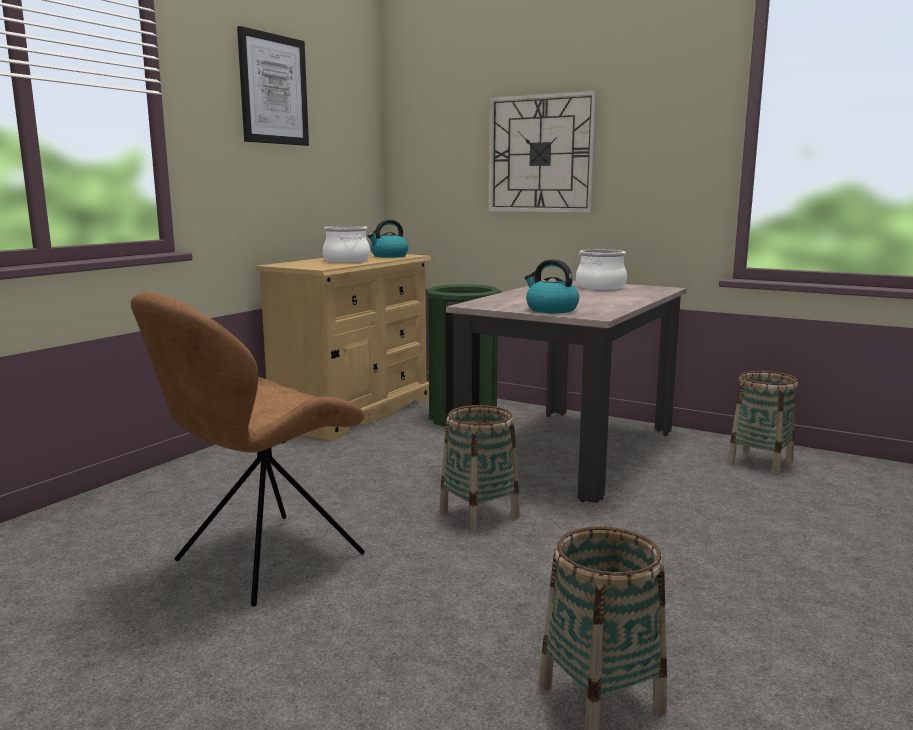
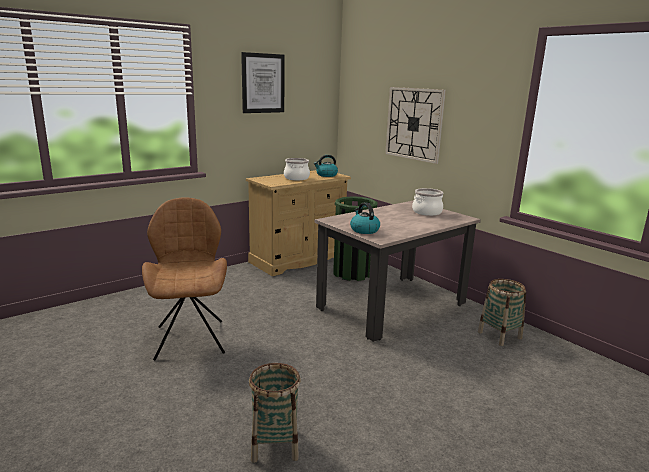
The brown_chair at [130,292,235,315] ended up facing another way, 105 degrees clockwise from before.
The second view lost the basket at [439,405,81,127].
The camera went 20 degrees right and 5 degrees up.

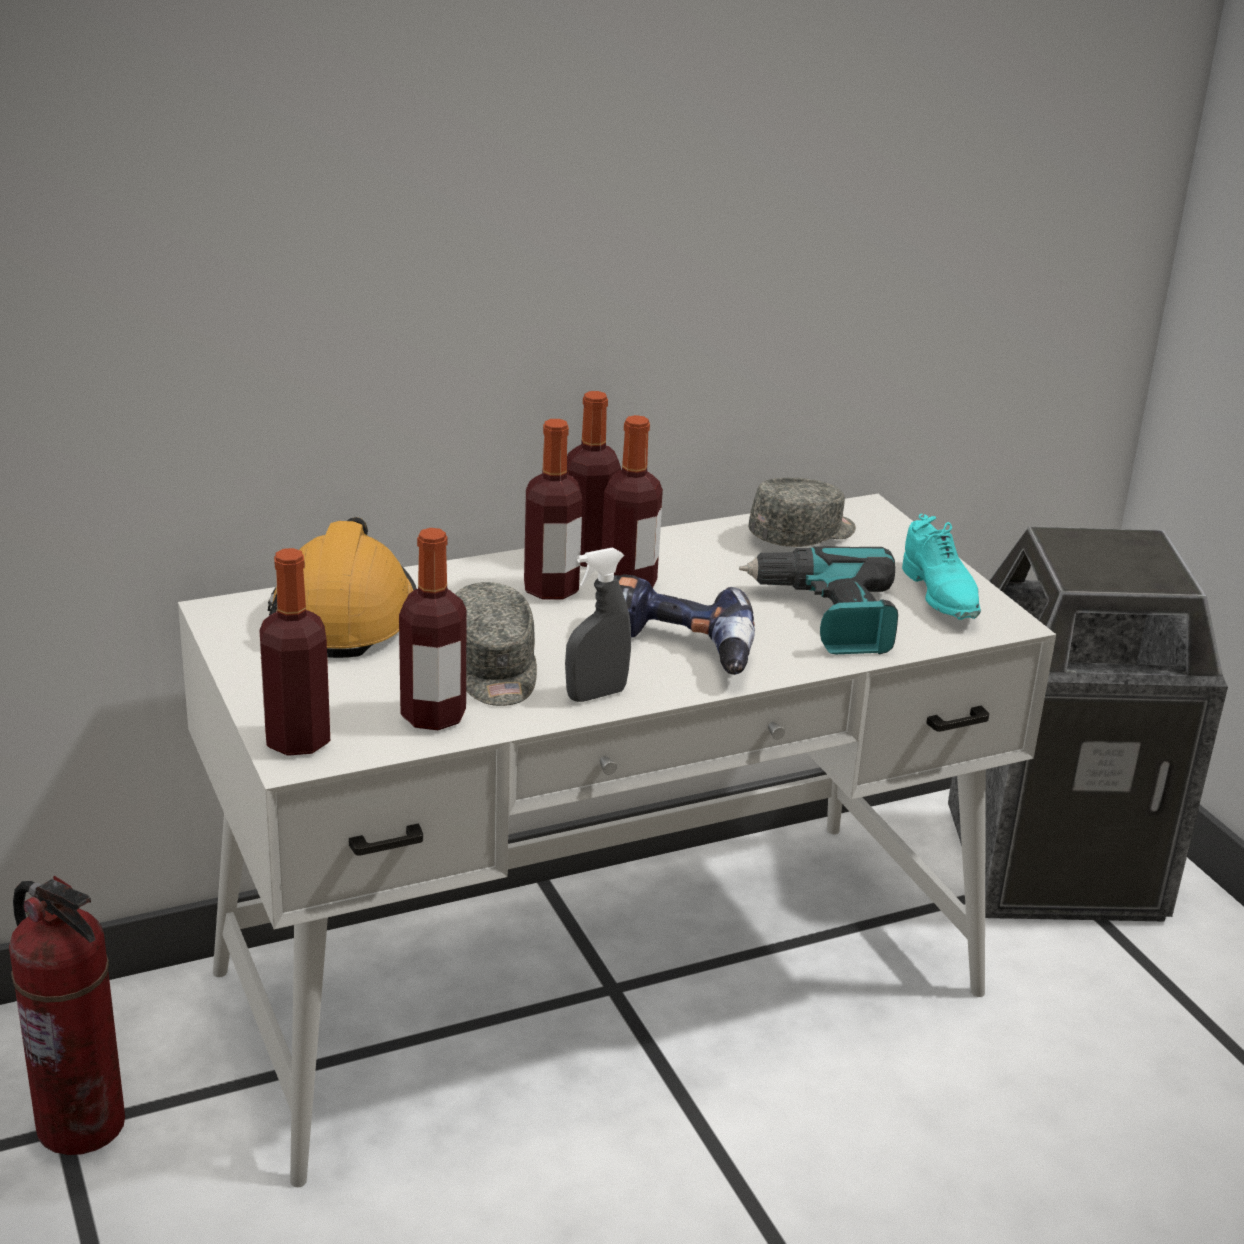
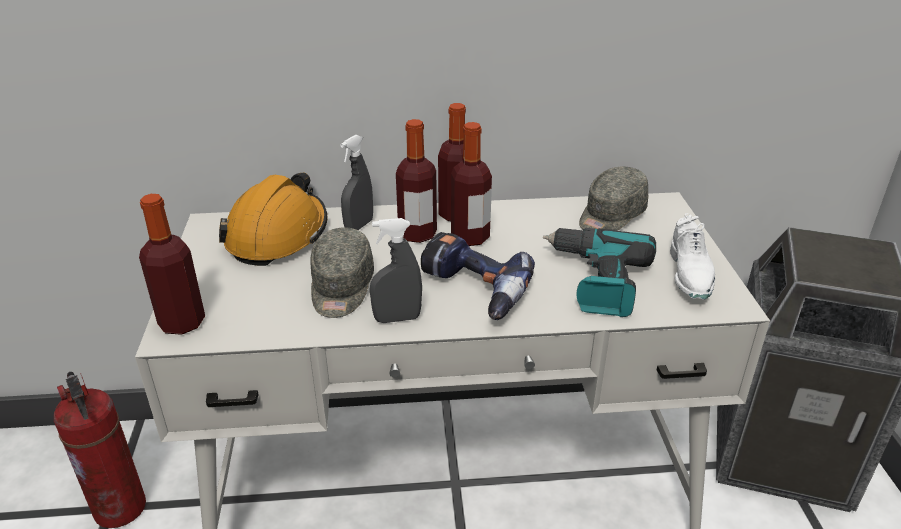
The second view gained the grey_spray_bottle at [340,135,33,95].
The grey_cap at [748,478,108,69] ended up facing another way, 150 degrees clockwise from before.
What was the turquoise_shoe at [902,514,79,106] turned into the white_shoe at [670,213,45,87].
The second view lost the bottle at [399,528,68,202].
The camera went 20 degrees right and 5 degrees up.

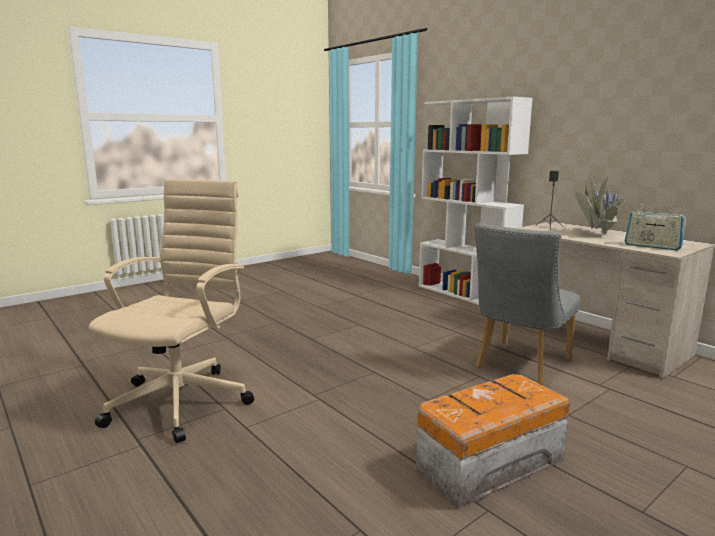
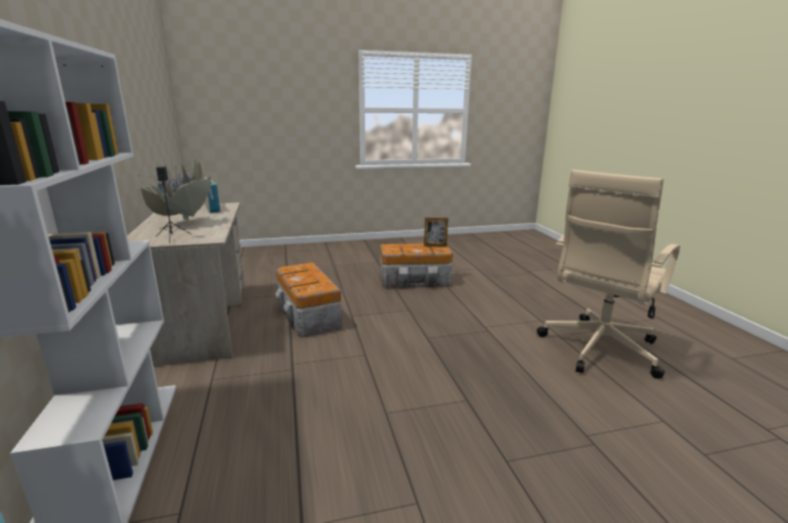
Where the grey_chair stood at [475,223,105,162], the storage_box came to stand at [275,262,67,75].
The second view gained the picture_frame at [424,218,24,28].
The camera went 155 degrees left and 5 degrees up.

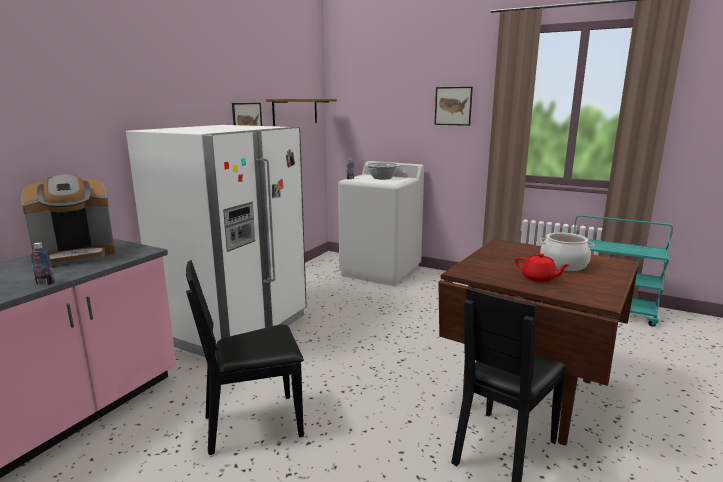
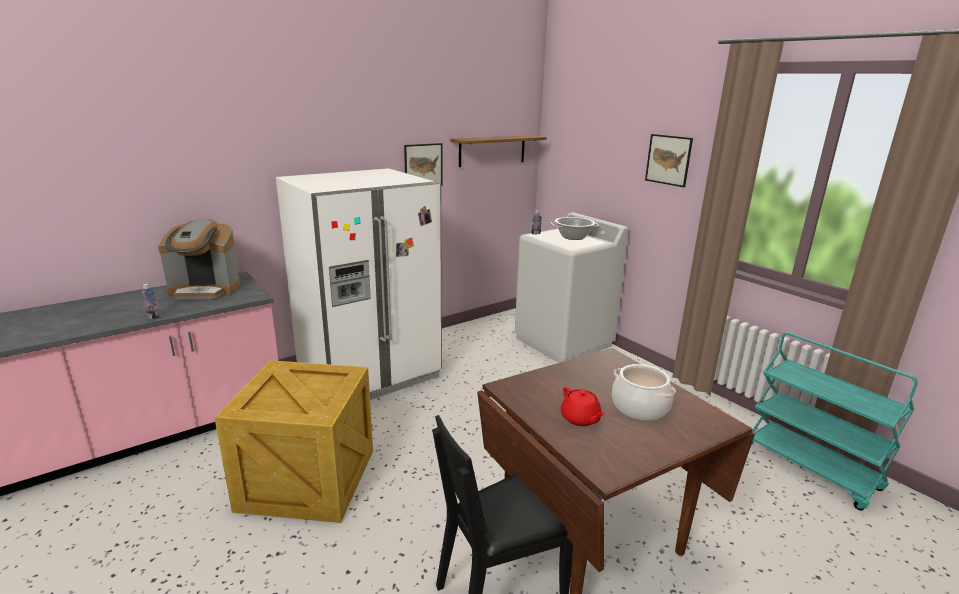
Where the black_chair stood at [186,260,118,195], the crate came to stand at [214,360,159,163].
The camera went 25 degrees right and 5 degrees up.

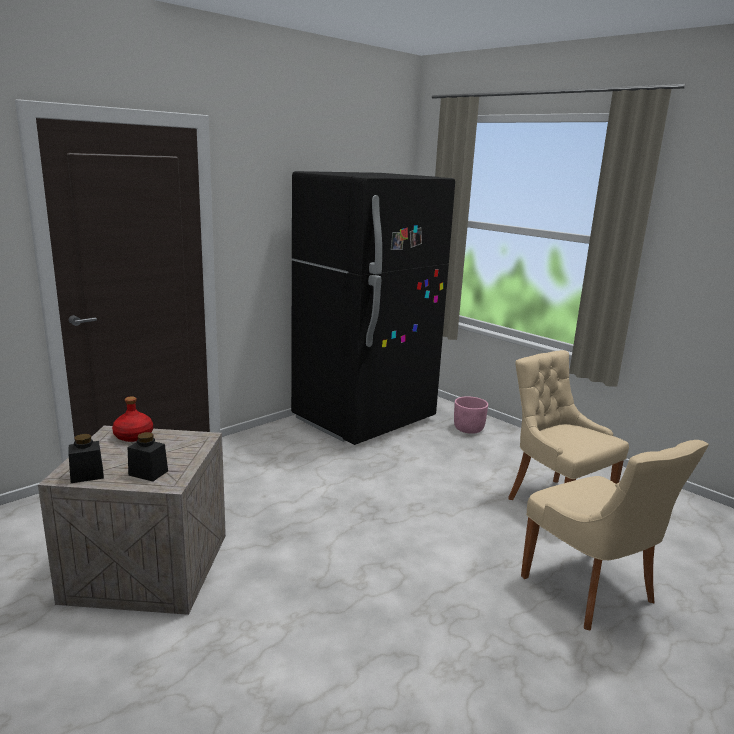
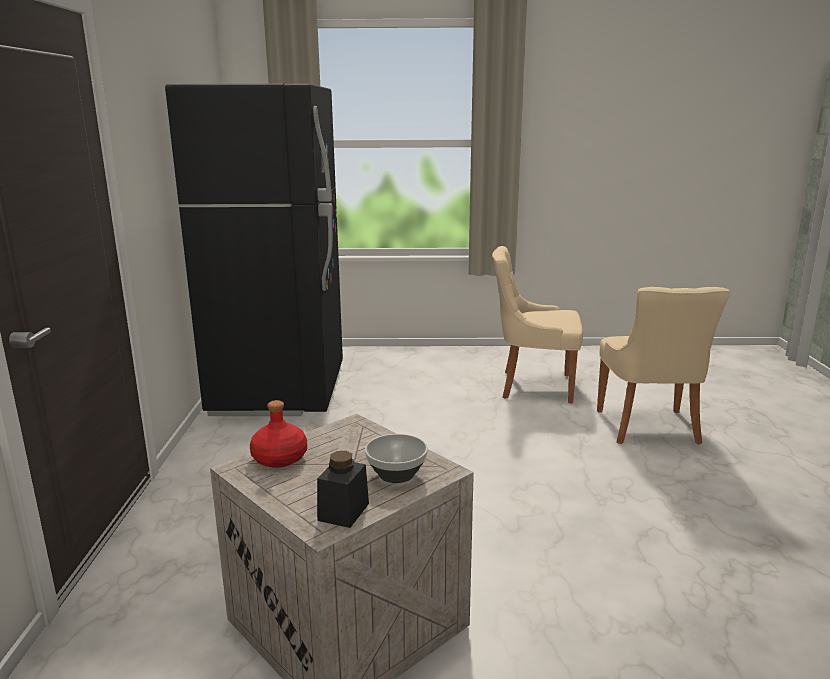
Where the black_jar stood at [128,432,40,49], the bowl came to stand at [365,434,63,49].
The beige_chair at [521,440,188,190] ended up facing another way, 75 degrees clockwise from before.
The second view lost the pink_planter at [454,396,34,38].
The camera went 45 degrees left and 0 degrees up.

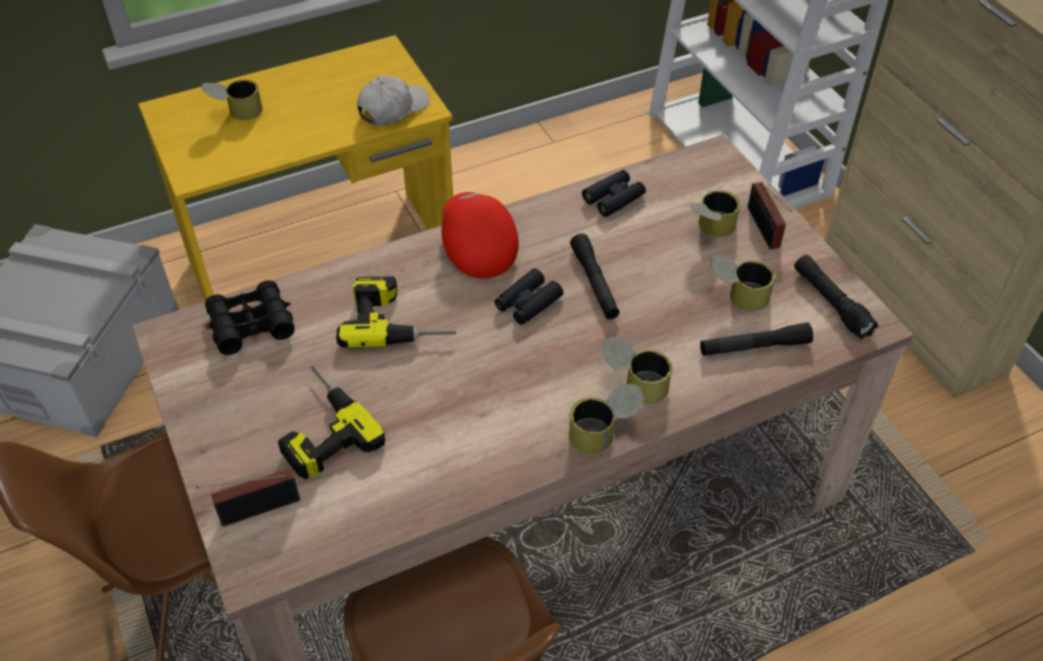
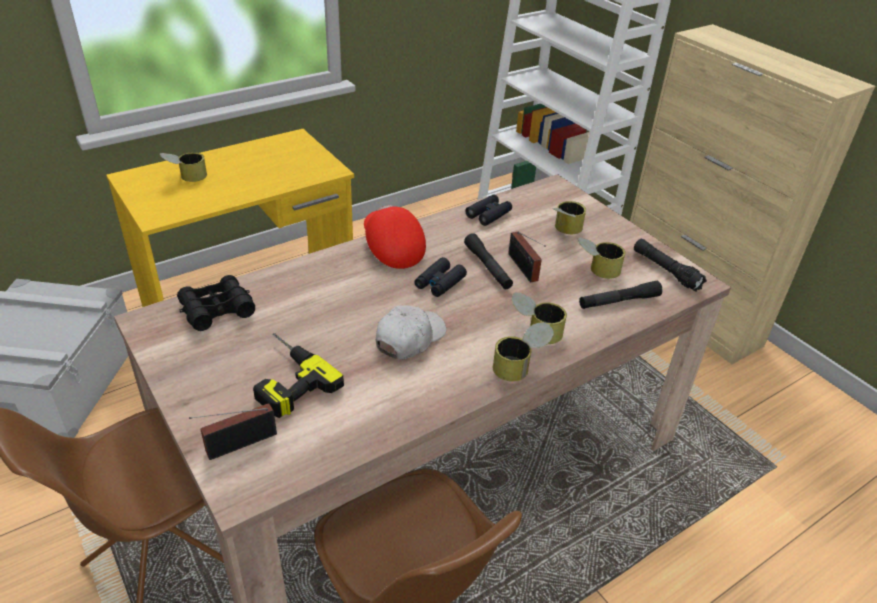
The white_cap ended up elsewhere, having gone from [357,76,72,50] to [376,305,70,54].
The radio ended up elsewhere, having gone from [748,182,43,67] to [508,231,38,52].
The second view lost the power_drill at [336,276,120,72].
The camera went 10 degrees left and 10 degrees down.

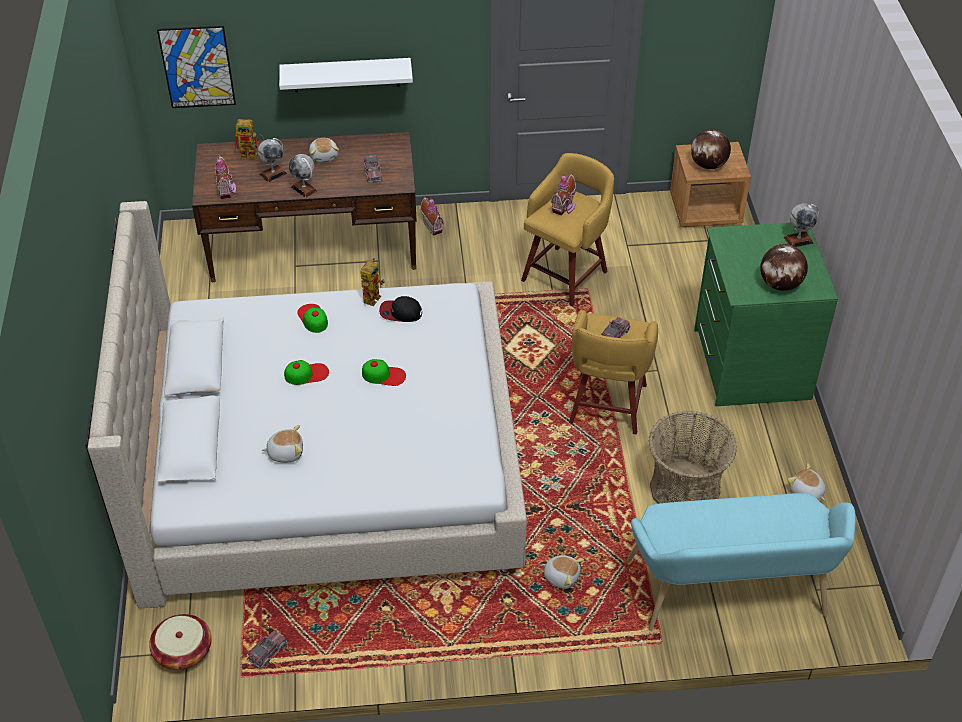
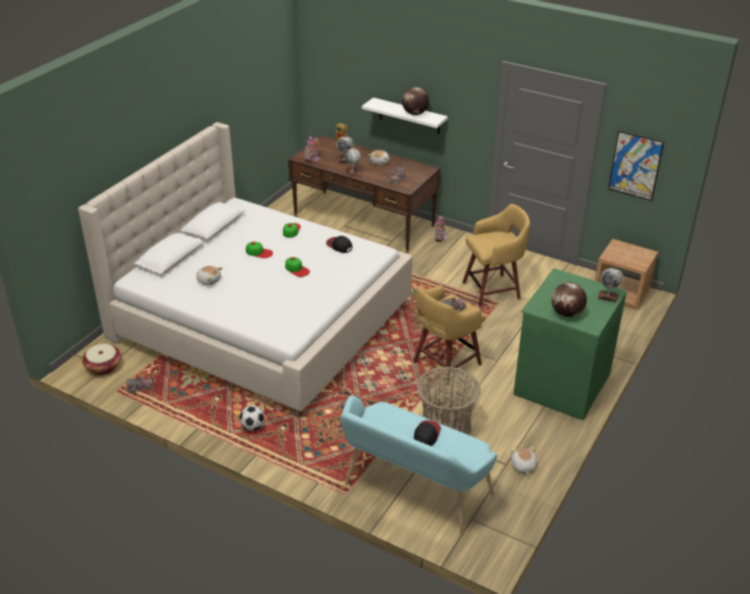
The second view gained the football at [240,406,25,25].
The globe ended up elsewhere, having gone from [691,129,40,40] to [402,87,27,28].
The second view gained the cap at [414,420,27,26].
The picture ended up elsewhere, having gone from [157,26,79,82] to [608,131,56,70].
The second view lost the toy_robot at [360,258,25,48].
The second view lost the plush_toy at [541,555,43,34].
The second view lost the toy_house at [551,173,25,43].
The camera went 35 degrees right and 10 degrees down.

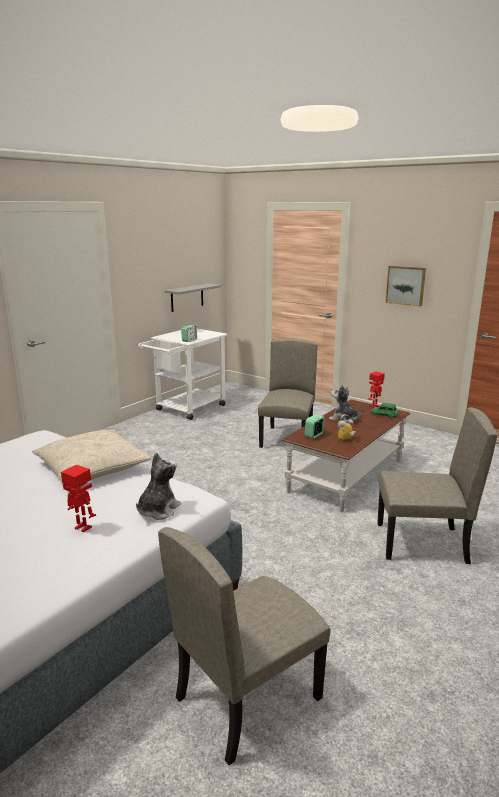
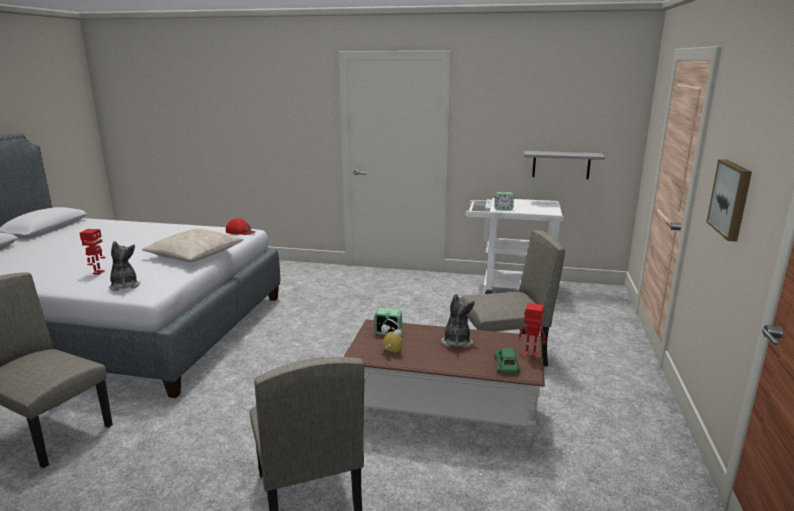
The plush_toy at [136,453,45,67] ended up facing another way, 120 degrees counterclockwise from before.
The second view gained the red_cap at [226,218,29,17].
The camera went 65 degrees right and 0 degrees up.

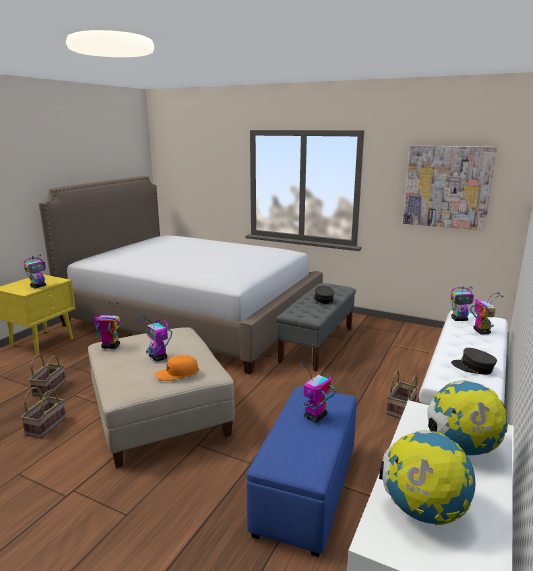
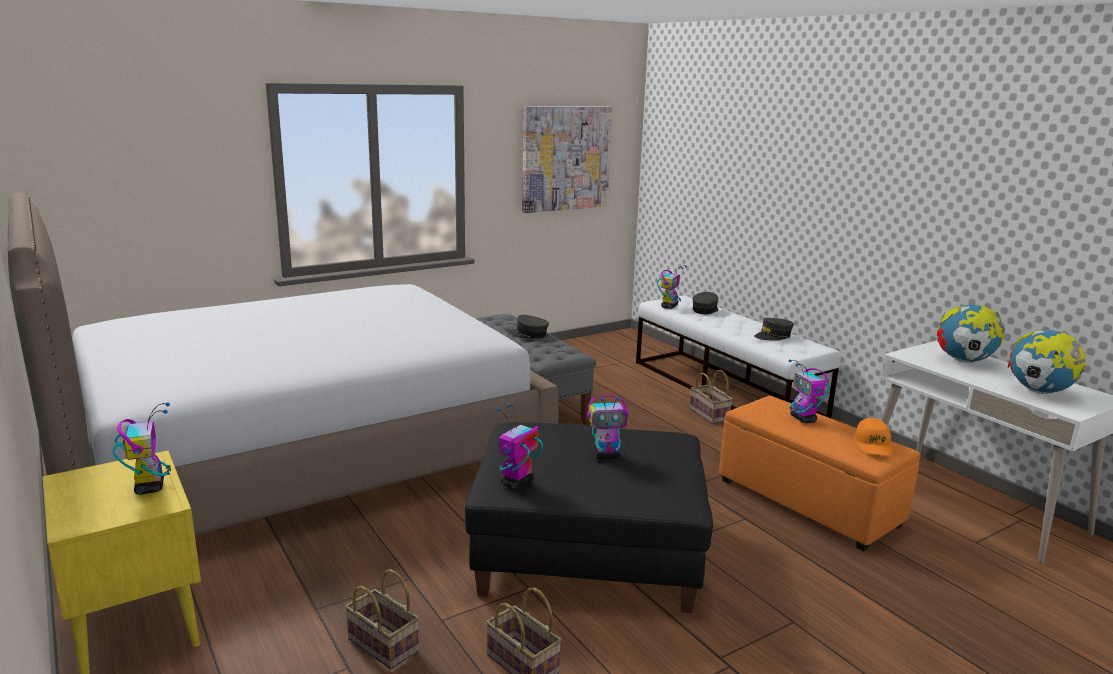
What was the beige_ottoman at [88,327,147,141] turned into the black_ottoman at [465,422,248,191].
Where the toy_robot stood at [470,292,34,43], the grey_cap came to stand at [692,292,26,22].
What was the blue_ottoman at [247,386,110,171] turned into the orange_ottoman at [719,396,201,155].
The orange_cap ended up elsewhere, having gone from [155,355,44,26] to [855,418,38,38].
The camera went 60 degrees left and 0 degrees up.

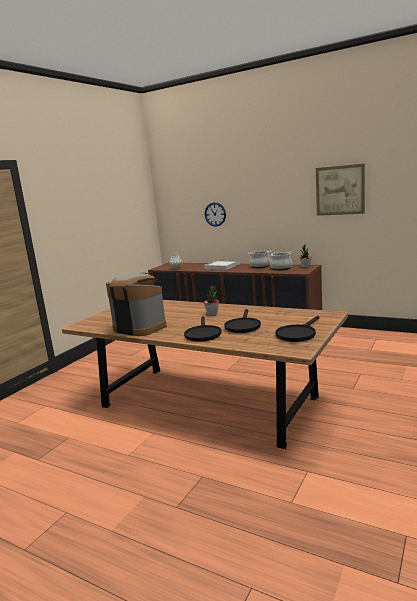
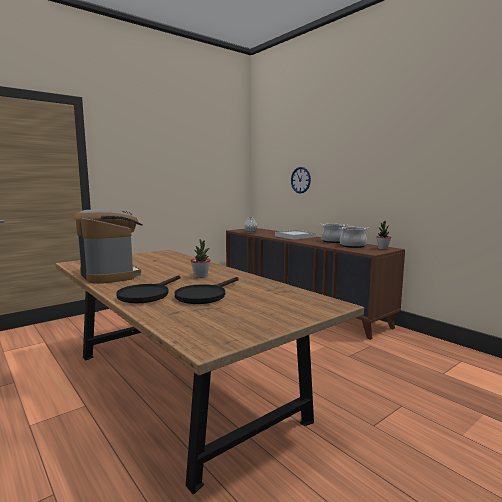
The second view lost the black_frying_pan at [276,316,43,26].
The second view lost the picture at [316,164,49,52].
The camera went 20 degrees right and 5 degrees down.

